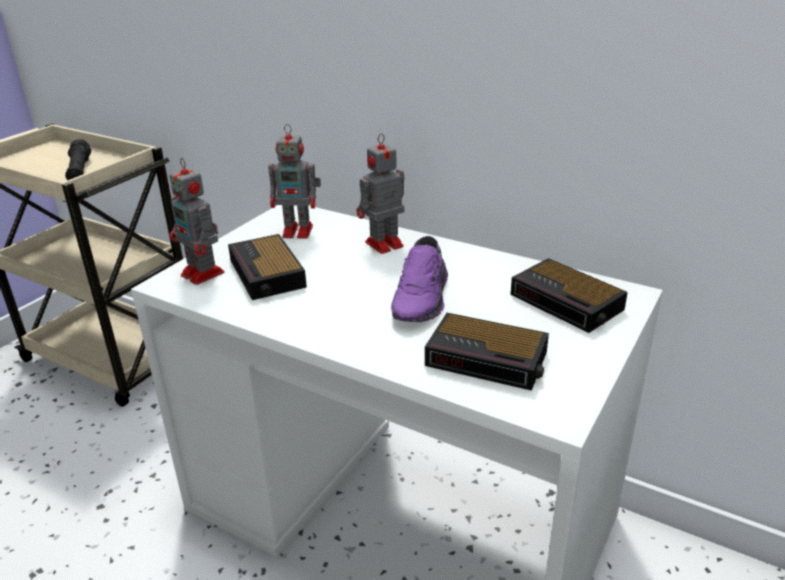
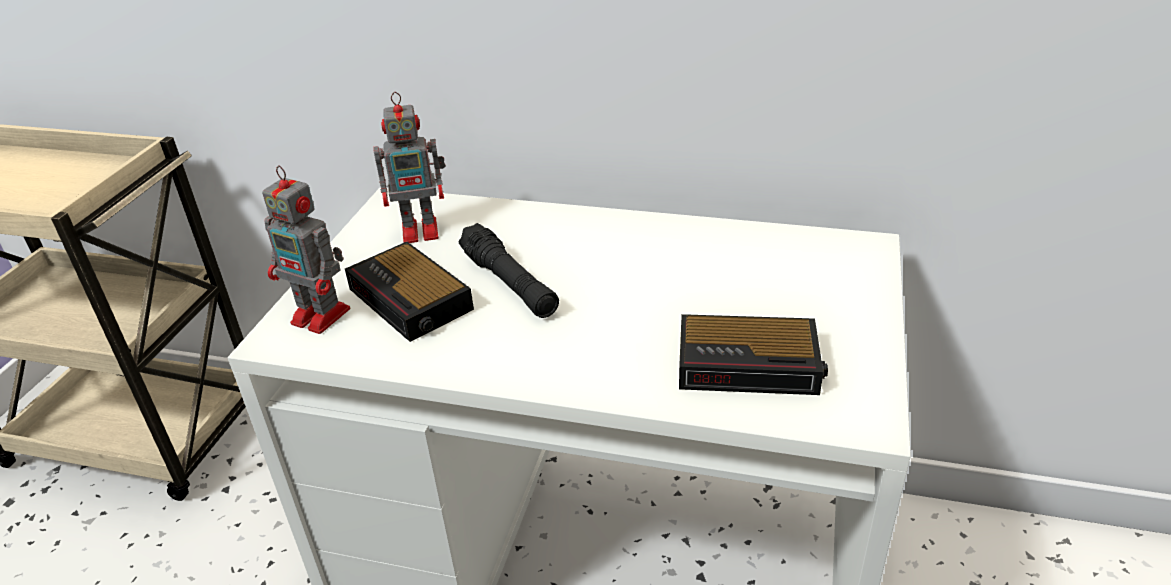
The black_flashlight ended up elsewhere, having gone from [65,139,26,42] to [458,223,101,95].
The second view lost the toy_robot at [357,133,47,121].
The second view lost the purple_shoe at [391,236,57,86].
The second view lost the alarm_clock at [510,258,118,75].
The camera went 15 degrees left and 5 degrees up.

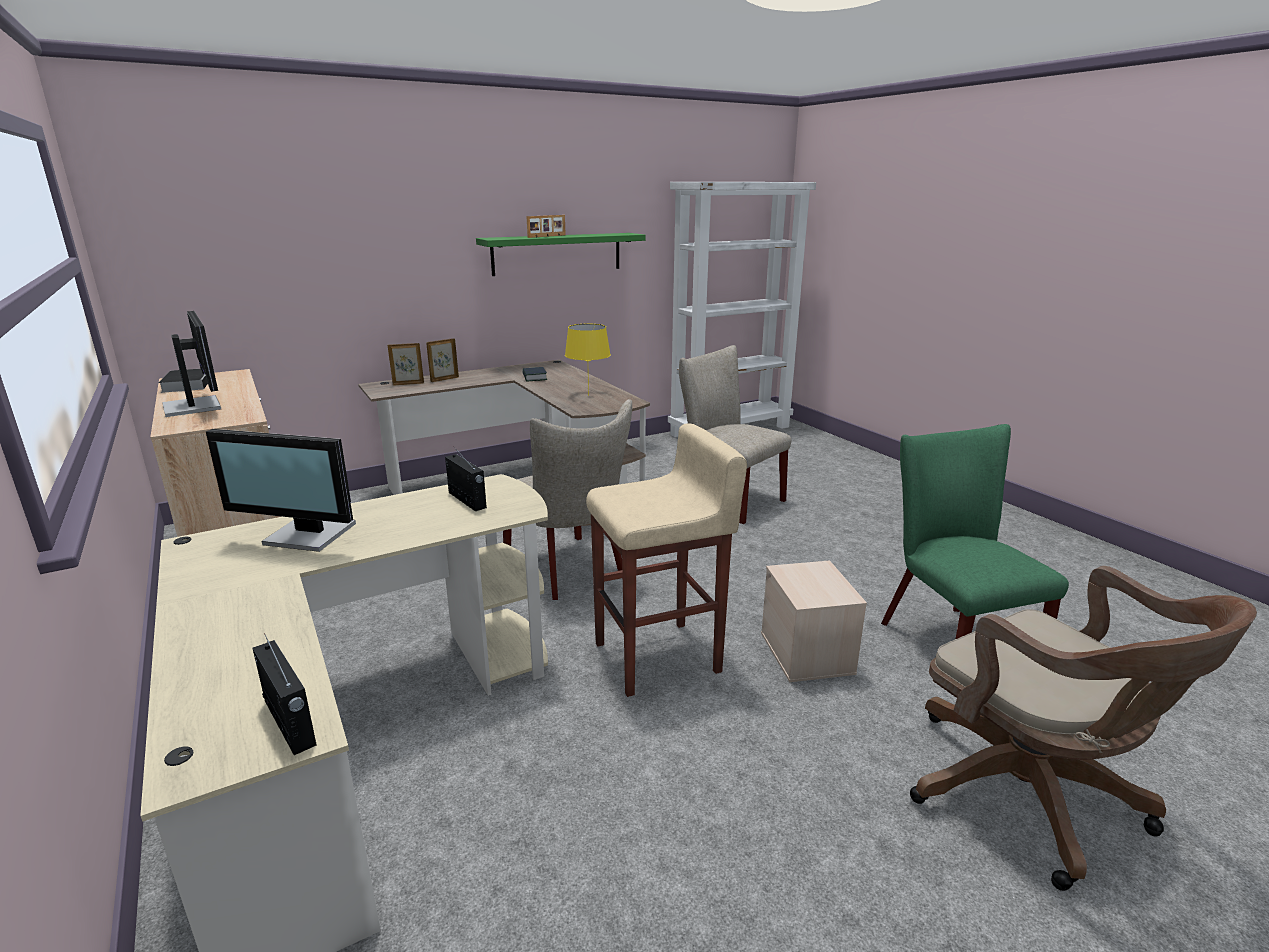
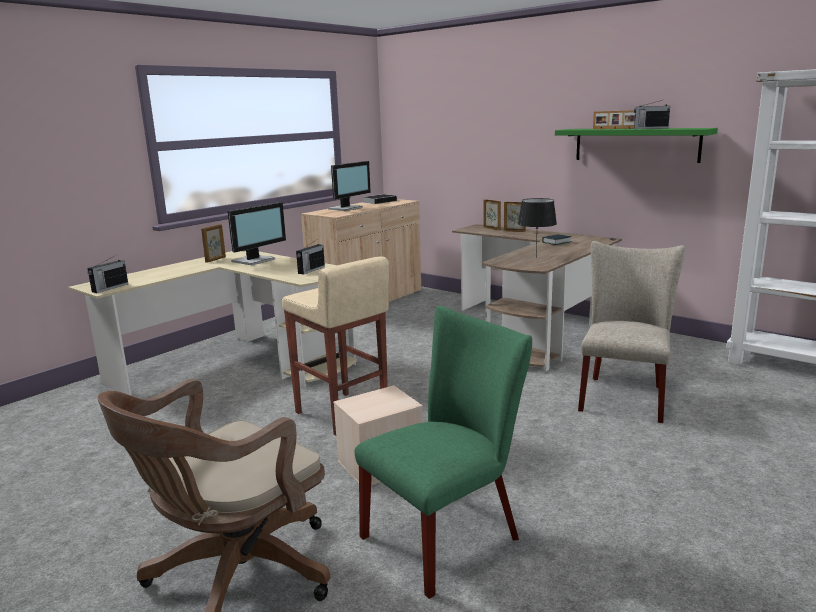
The second view gained the picture_frame at [201,224,25,39].
The monitor at [206,429,150,123] ended up facing another way, 135 degrees counterclockwise from before.
What was the yellow_table_lamp at [565,324,46,72] turned into the black_table_lamp at [518,198,39,59].
The second view gained the radio at [634,100,36,29].
The second view lost the beige_chair at [503,399,129,201].
The camera went 70 degrees right and 5 degrees down.

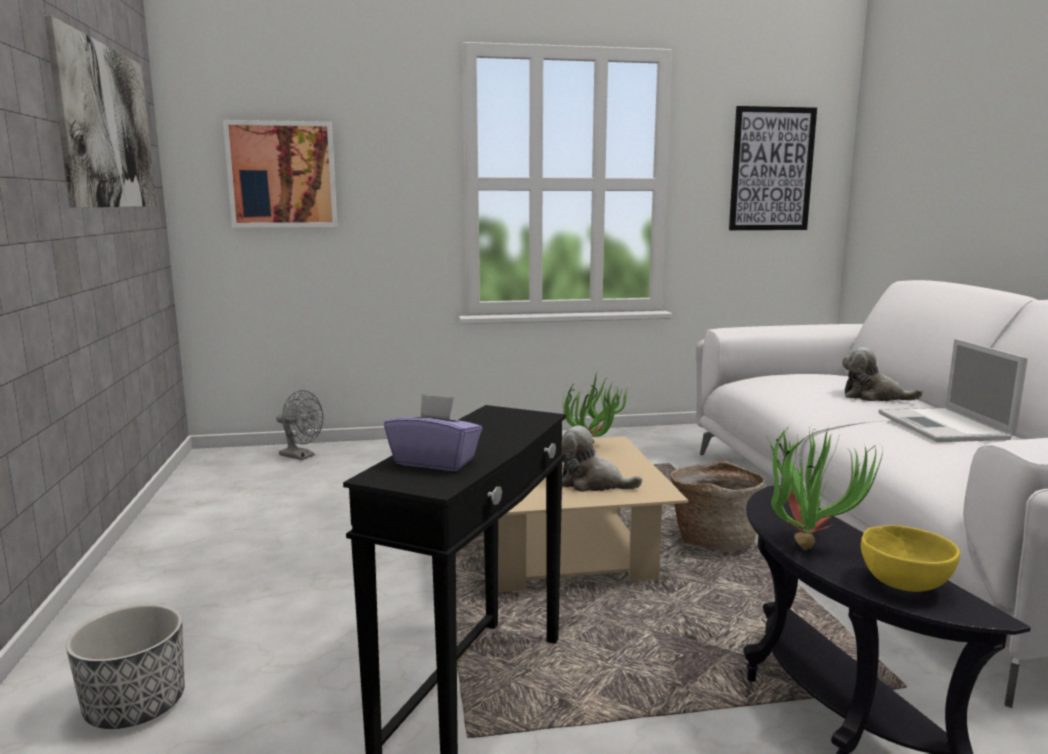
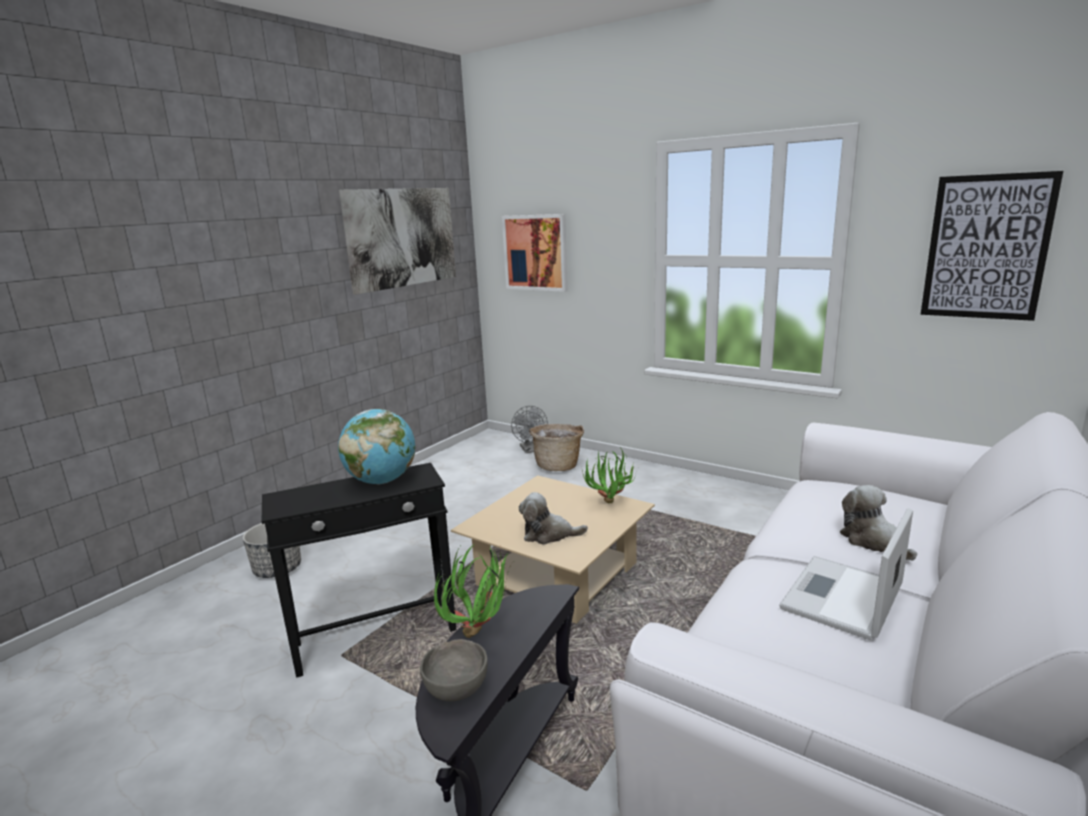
The second view gained the globe at [338,409,78,75].
What was the yellow_bowl at [861,525,99,67] turned into the grey_bowl at [420,639,68,62].
The plush_toy at [562,425,80,67] ended up facing another way, 60 degrees counterclockwise from before.
The basket ended up elsewhere, having gone from [671,461,94,90] to [529,424,55,47].
The second view lost the purple_tissue_box at [384,394,98,77].
The camera went 45 degrees right and 5 degrees up.

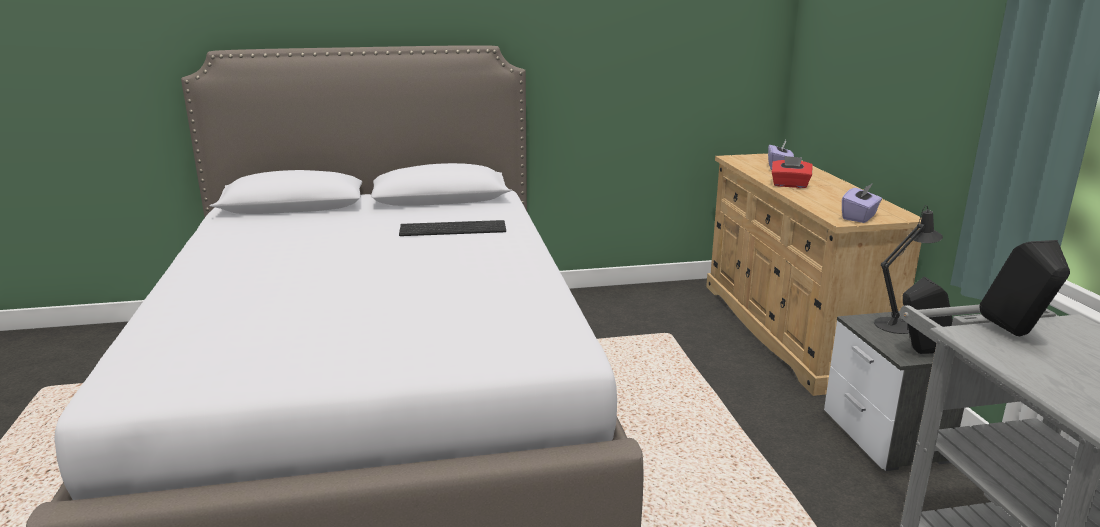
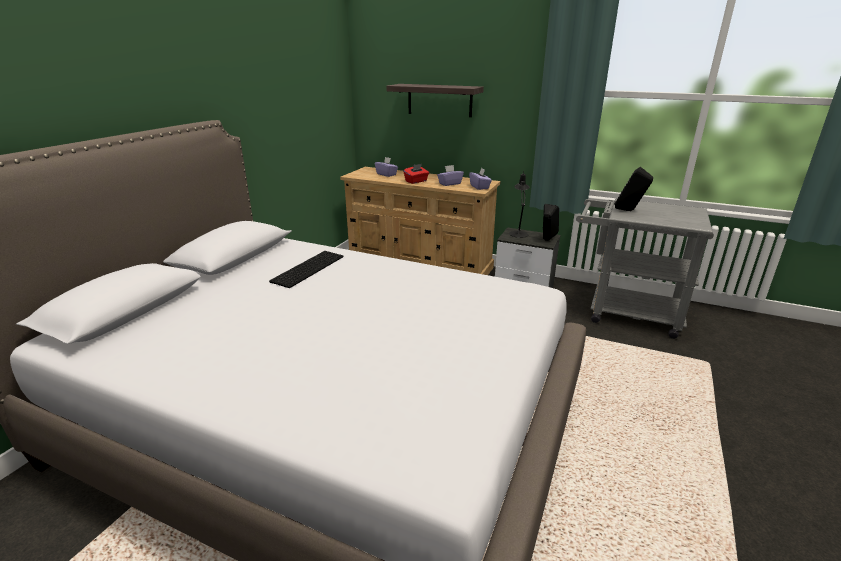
The second view gained the shelf at [386,84,98,33].
The second view gained the purple_tissue_box at [437,165,27,21].
The camera went 55 degrees left and 5 degrees up.

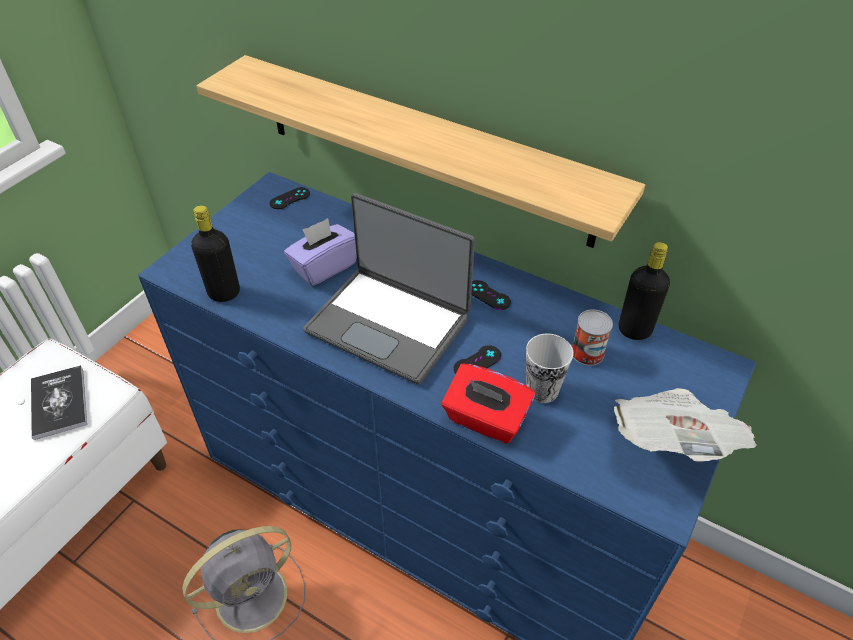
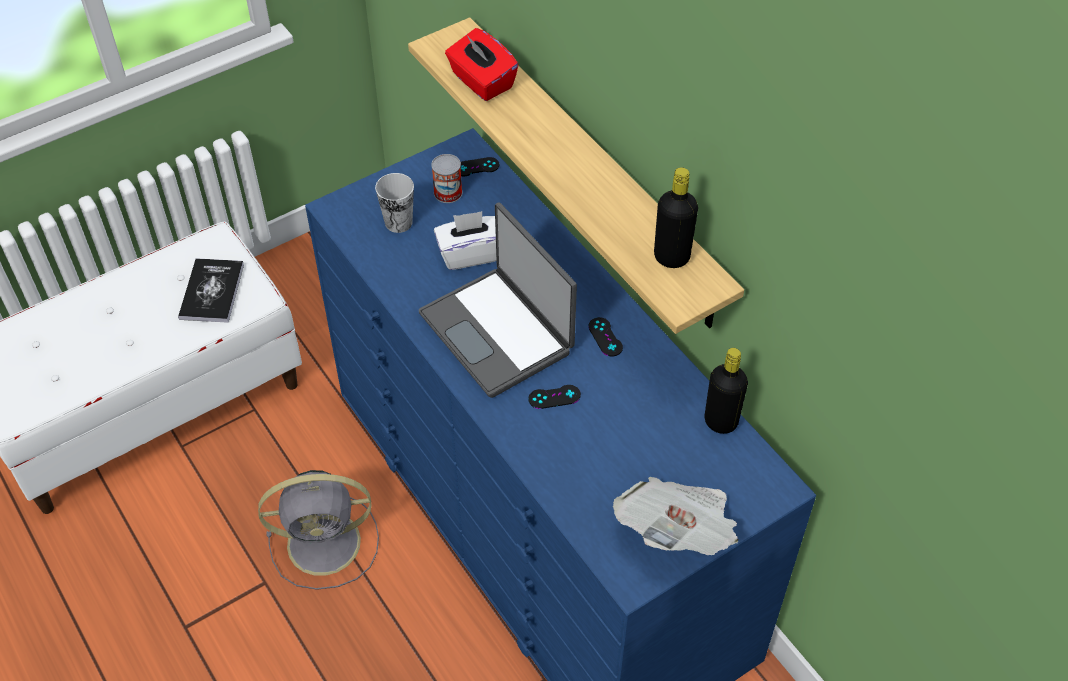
The cup ended up elsewhere, having gone from [526,333,47,70] to [375,173,39,60].
The can ended up elsewhere, having gone from [572,309,41,57] to [431,154,31,49].
What was the purple_tissue_box at [284,218,73,68] turned into the white_tissue_box at [434,211,62,59].
The red_tissue_box ended up elsewhere, having gone from [442,363,93,81] to [445,28,74,73].
The black_bottle ended up elsewhere, having gone from [191,205,49,97] to [654,167,44,101].
The camera went 25 degrees right and 5 degrees up.

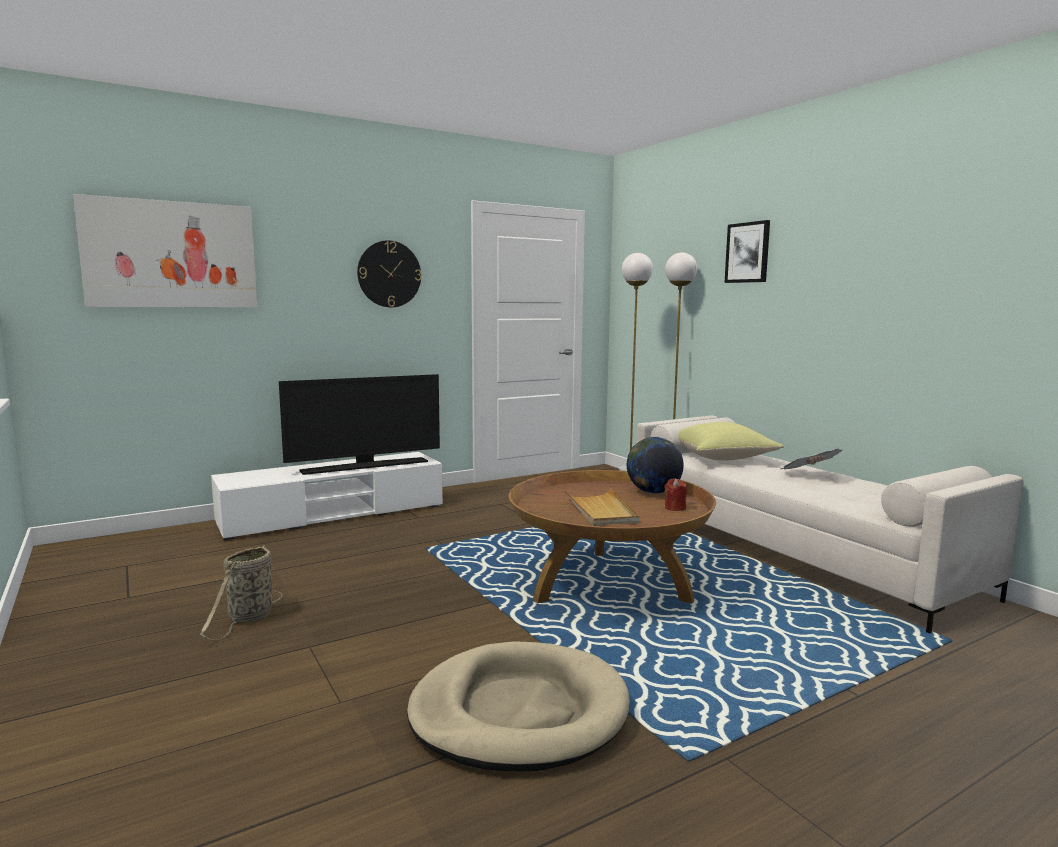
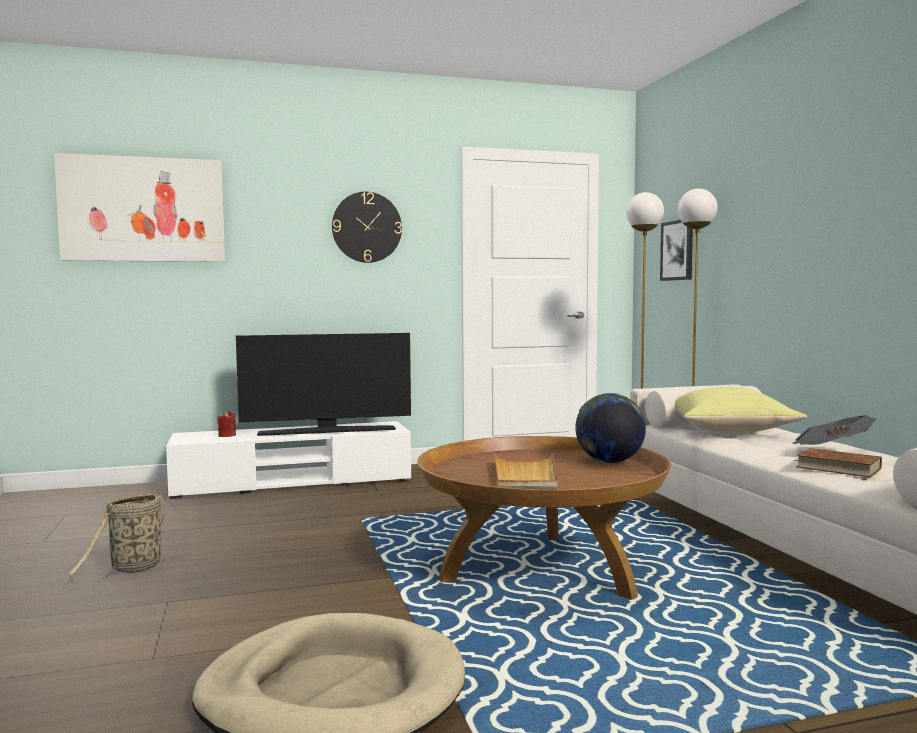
The red_candle ended up elsewhere, having gone from [665,478,22,33] to [217,411,19,26].
The picture ended up elsewhere, having gone from [724,220,46,63] to [660,220,33,61].
The second view gained the brown_book at [795,448,87,29].
The camera went 15 degrees right and 5 degrees down.

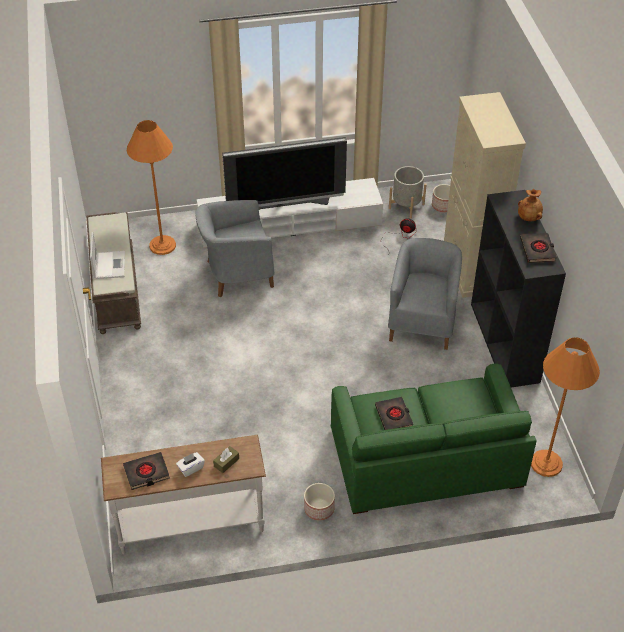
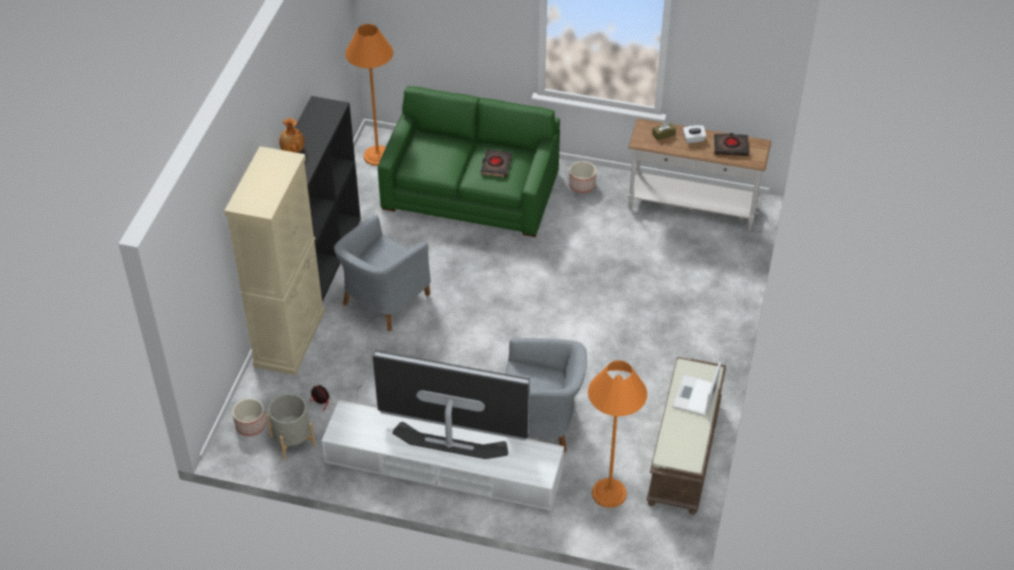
The second view lost the black_book at [520,233,37,30].
The camera went 155 degrees left and 0 degrees up.

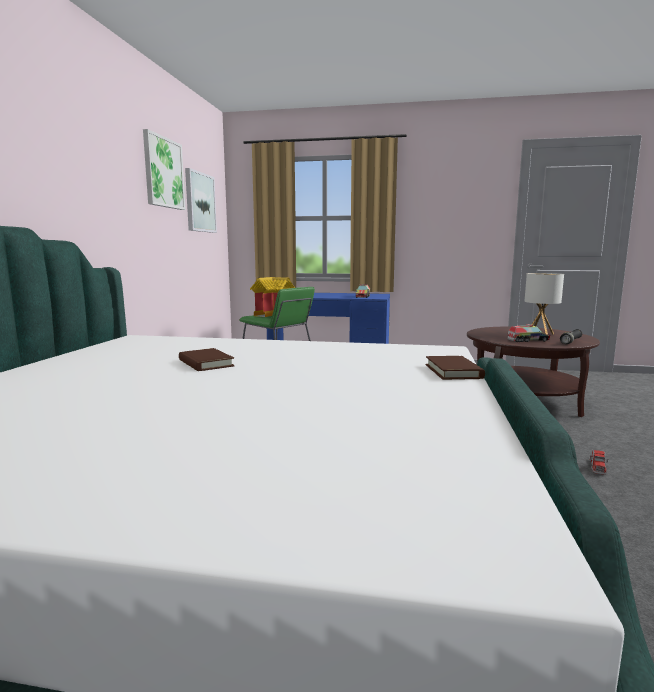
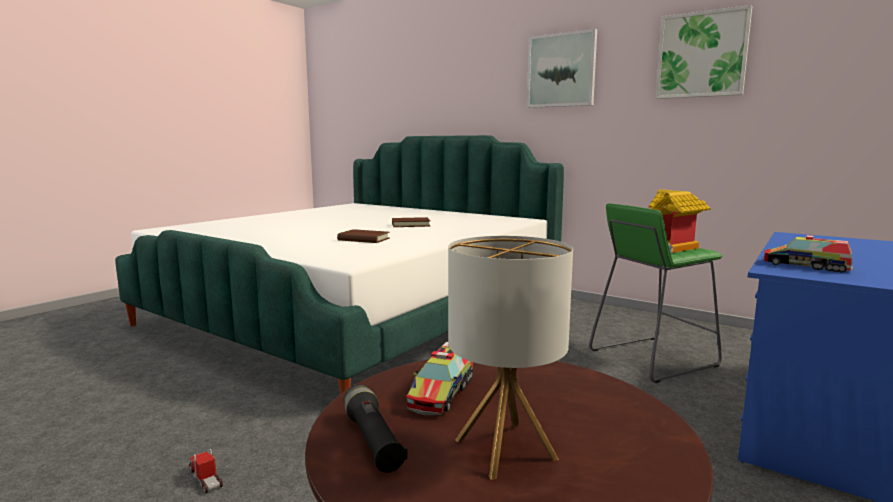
The brown_book ended up elsewhere, having gone from [426,356,59,24] to [337,229,53,14].
The picture ended up elsewhere, having gone from [185,168,32,65] to [527,29,70,79].
The camera went 115 degrees right and 0 degrees up.

